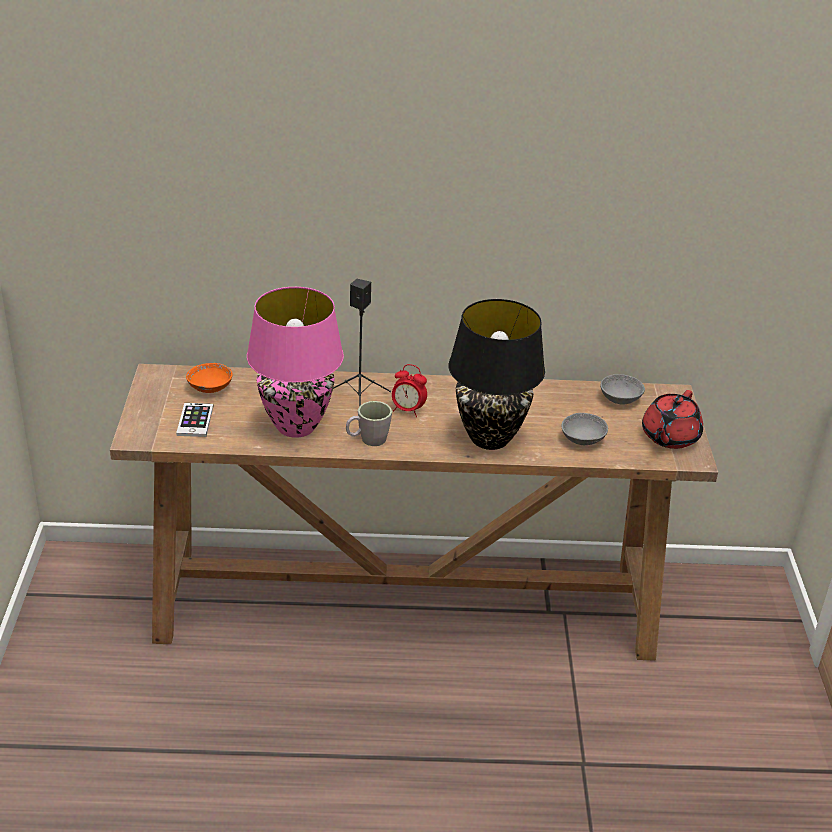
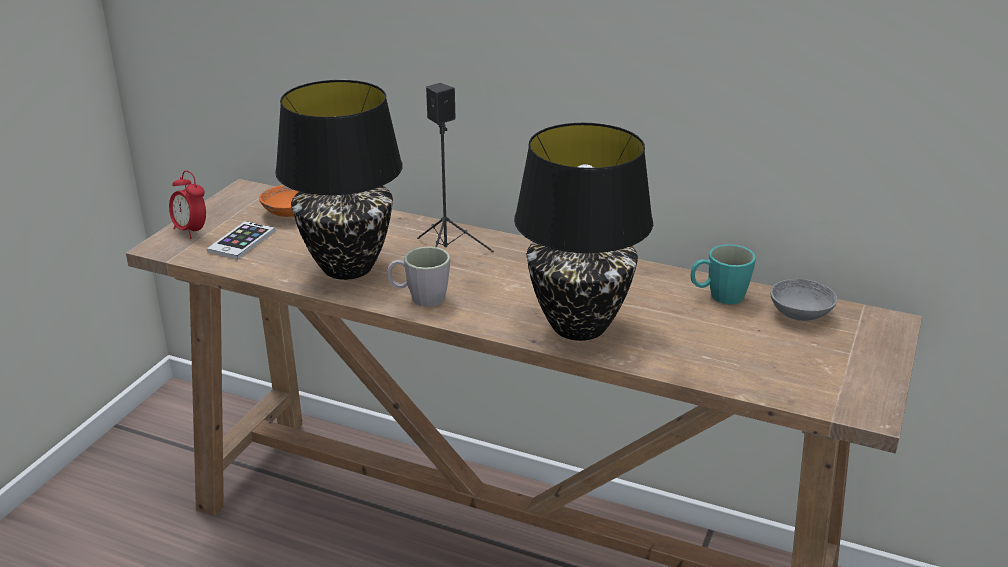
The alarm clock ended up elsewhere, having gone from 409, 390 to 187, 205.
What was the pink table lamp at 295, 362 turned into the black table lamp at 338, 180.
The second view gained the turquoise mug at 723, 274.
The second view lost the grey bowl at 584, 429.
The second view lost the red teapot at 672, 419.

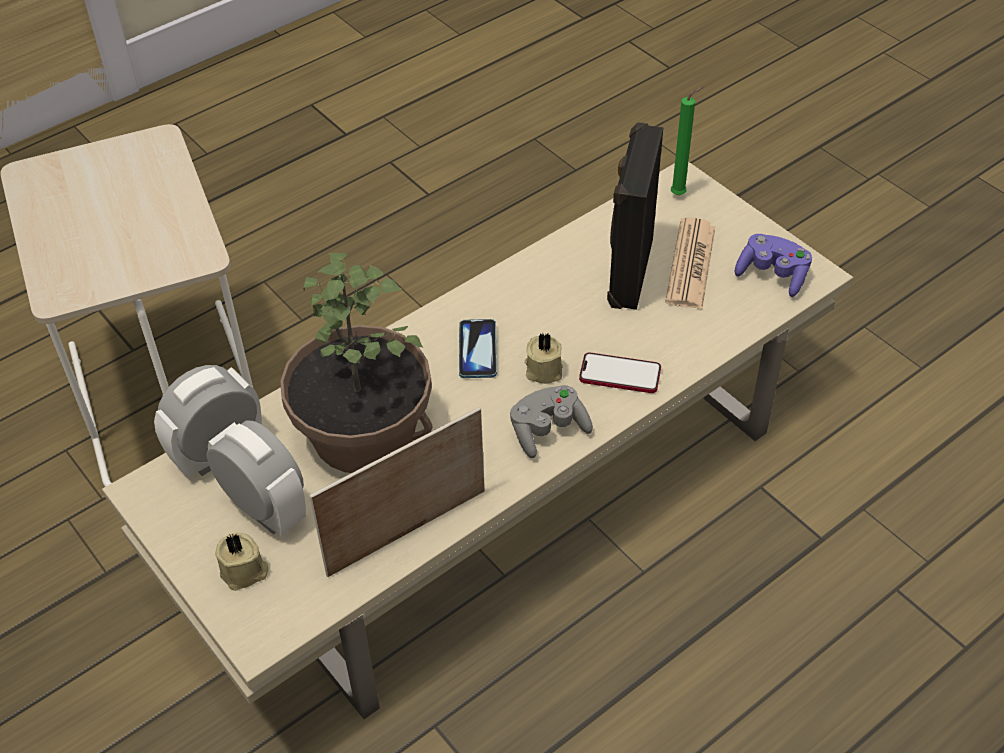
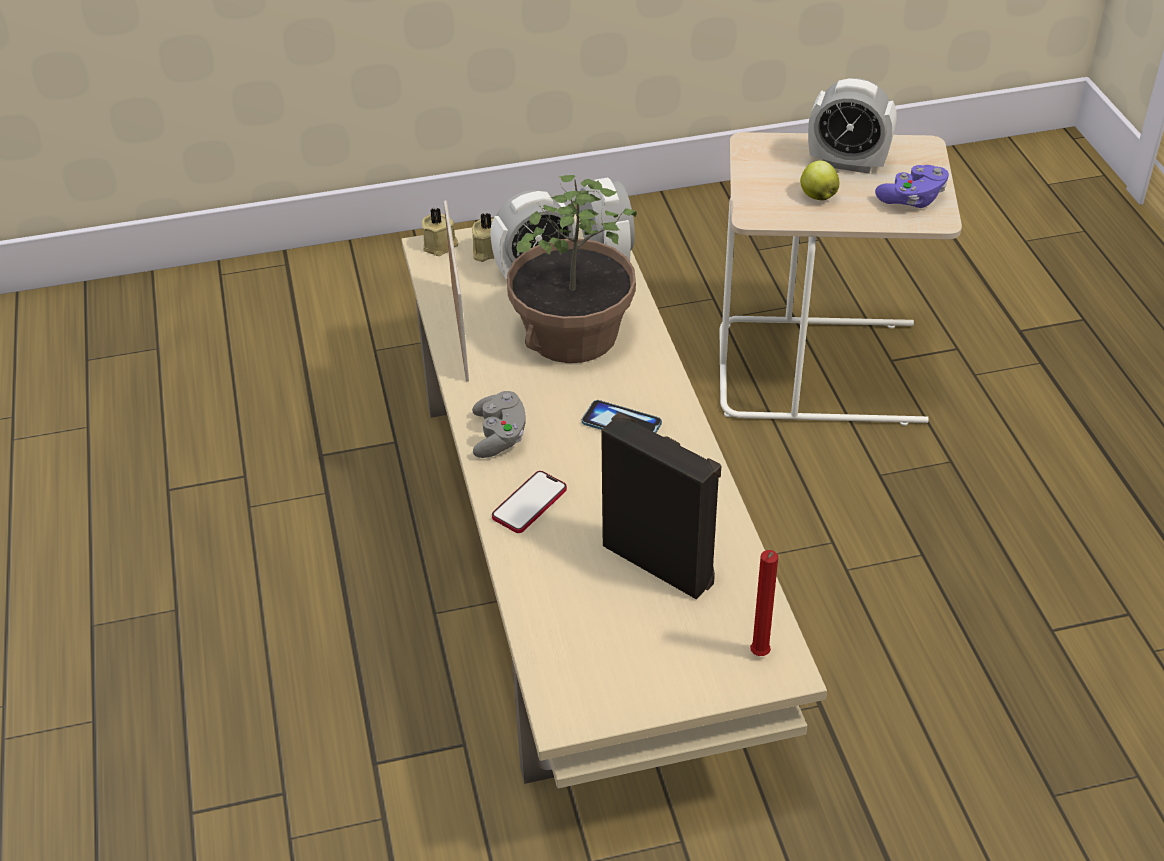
The beige candle ended up elsewhere, having gone from 544, 358 to 439, 232.
What was the green candle at 687, 141 turned into the red candle at 764, 603.
The second view gained the apple at 820, 180.
The second view gained the alarm clock at 852, 126.
The purple game controller ended up elsewhere, having gone from 773, 265 to 912, 186.
The second view lost the newspaper at 690, 263.

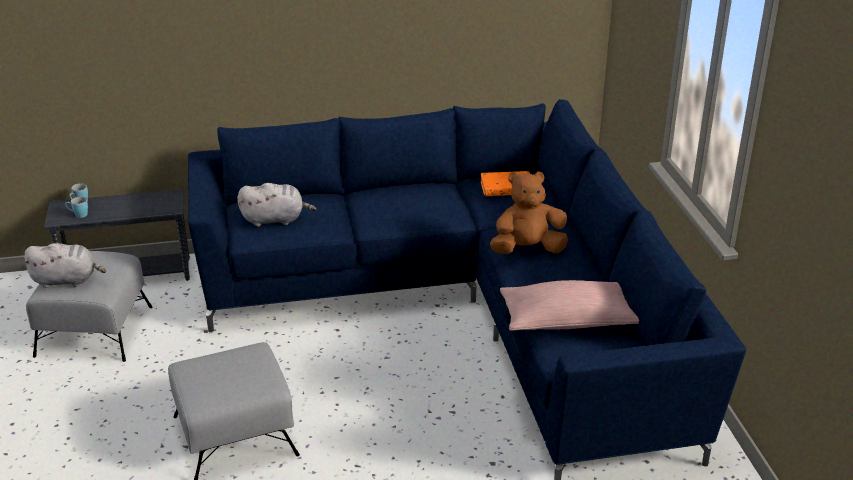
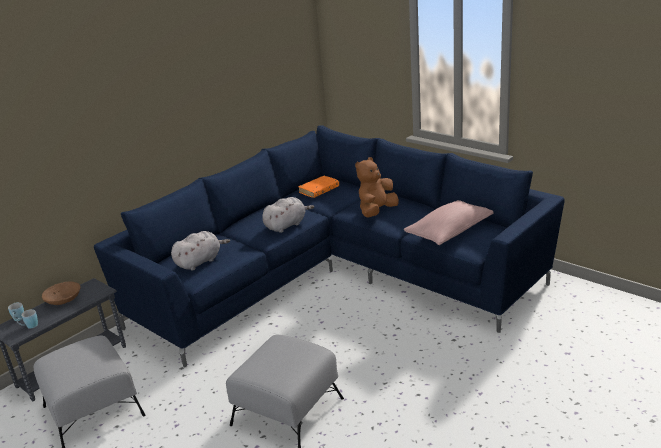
The second view gained the brown bowl at 61, 293.
The grey plush toy ended up elsewhere, having gone from 64, 265 to 288, 215.

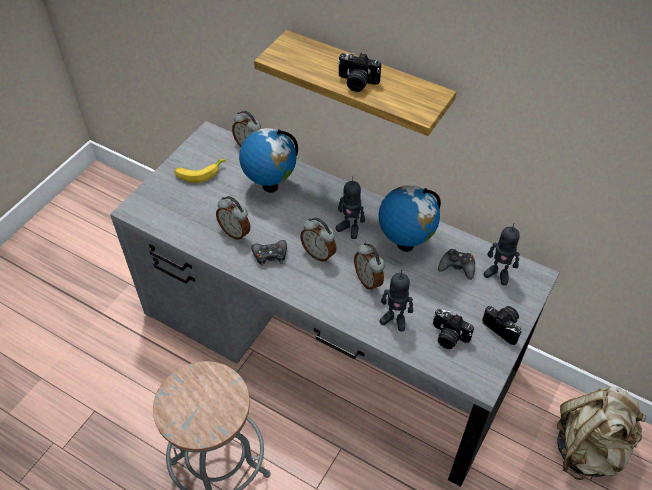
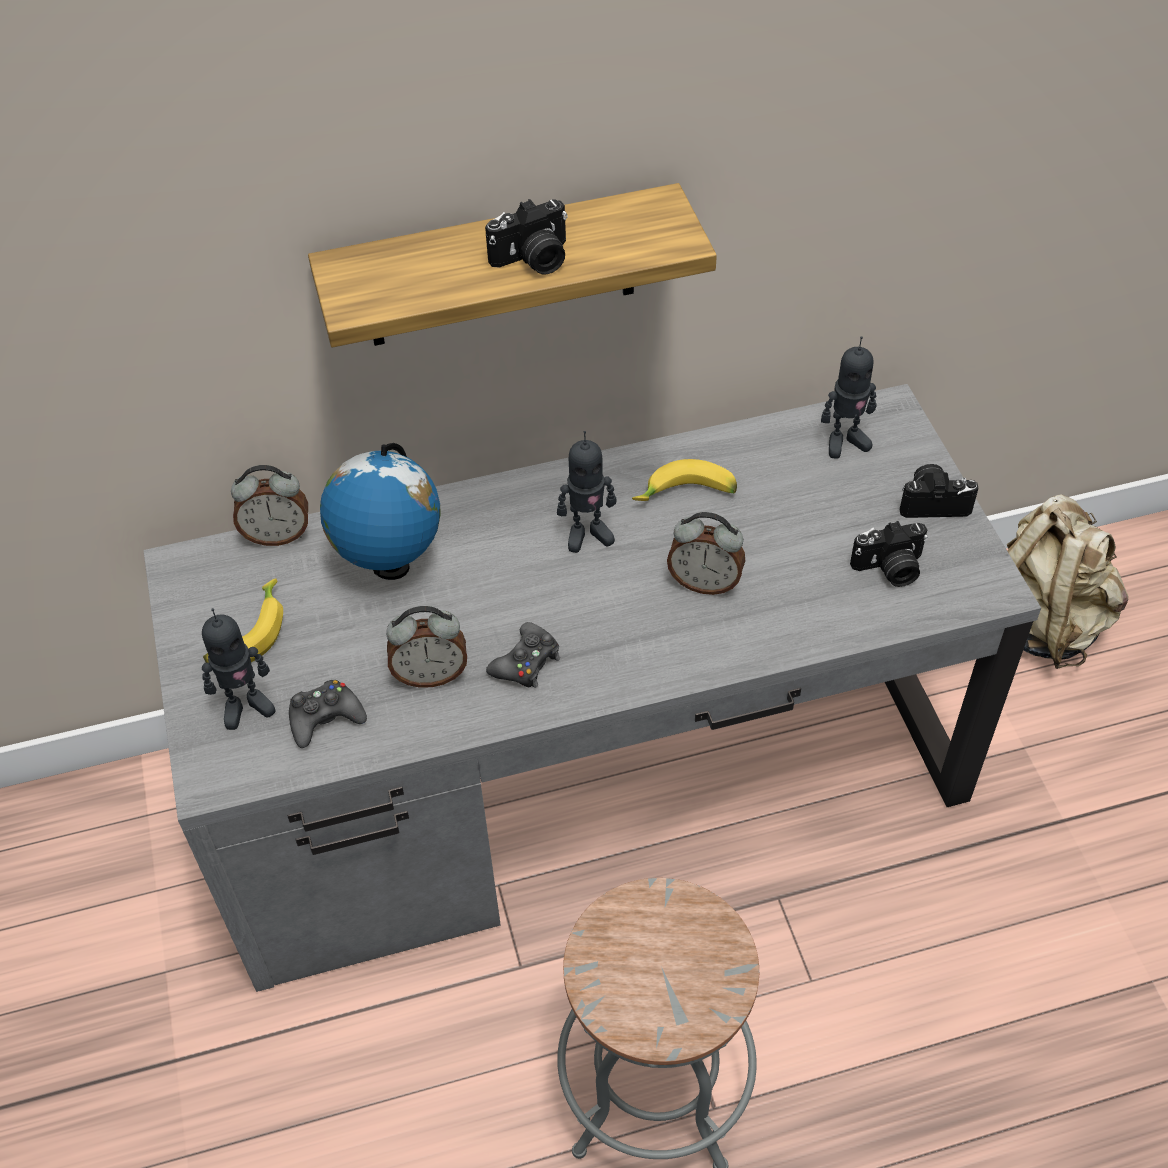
The toy robot ended up elsewhere, having gone from 396, 300 to 238, 669.
The black game controller ended up elsewhere, having gone from 456, 264 to 328, 714.
Where the globe stood at 410, 218, the banana came to stand at 684, 480.
The second view lost the alarm clock at 318, 239.

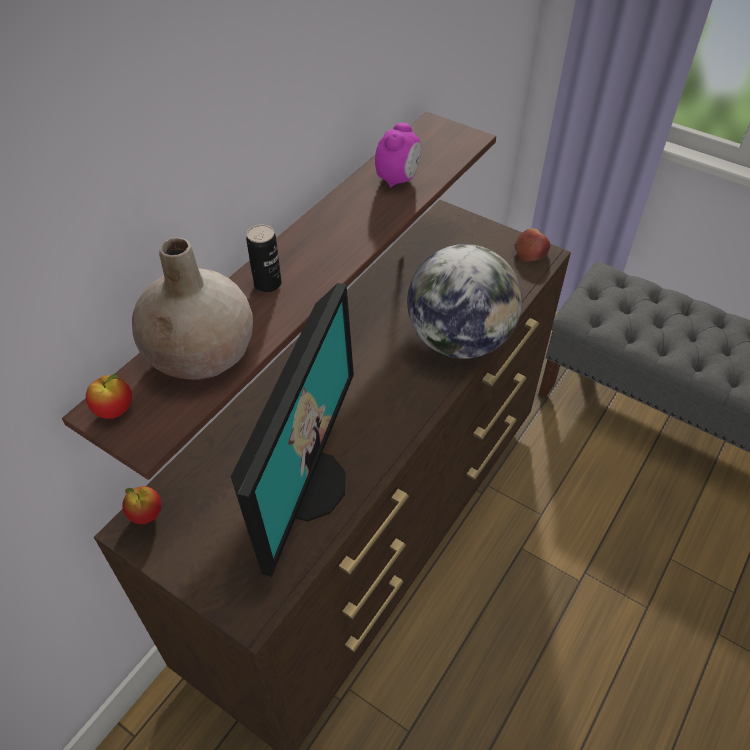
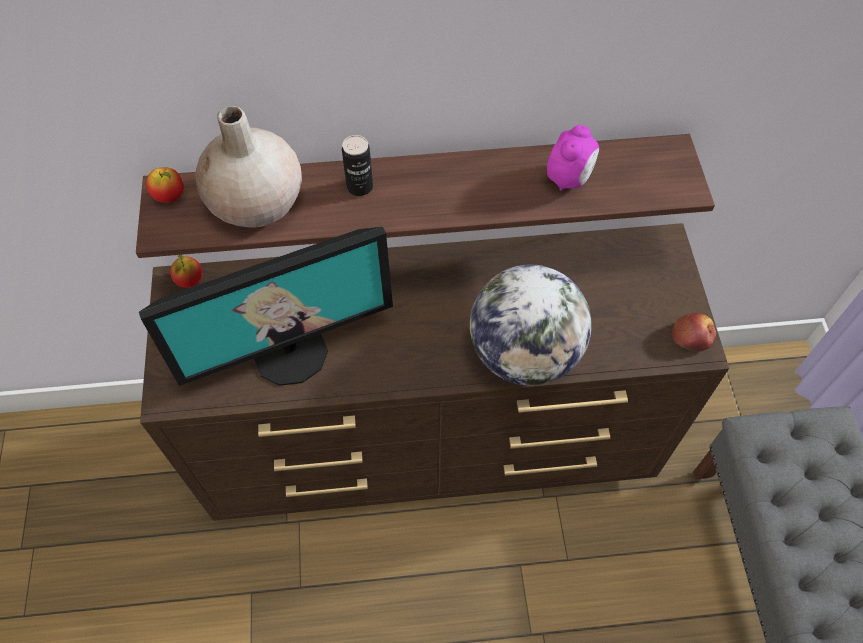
The alarm clock at 398, 155 ended up facing another way, 45 degrees counterclockwise from before.

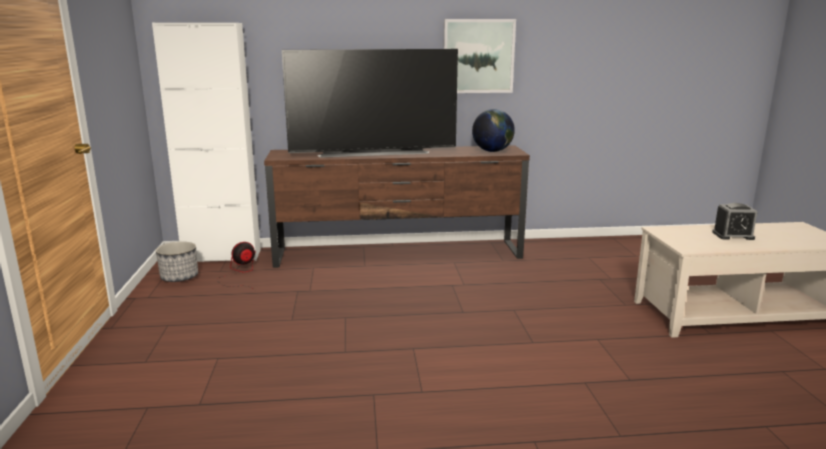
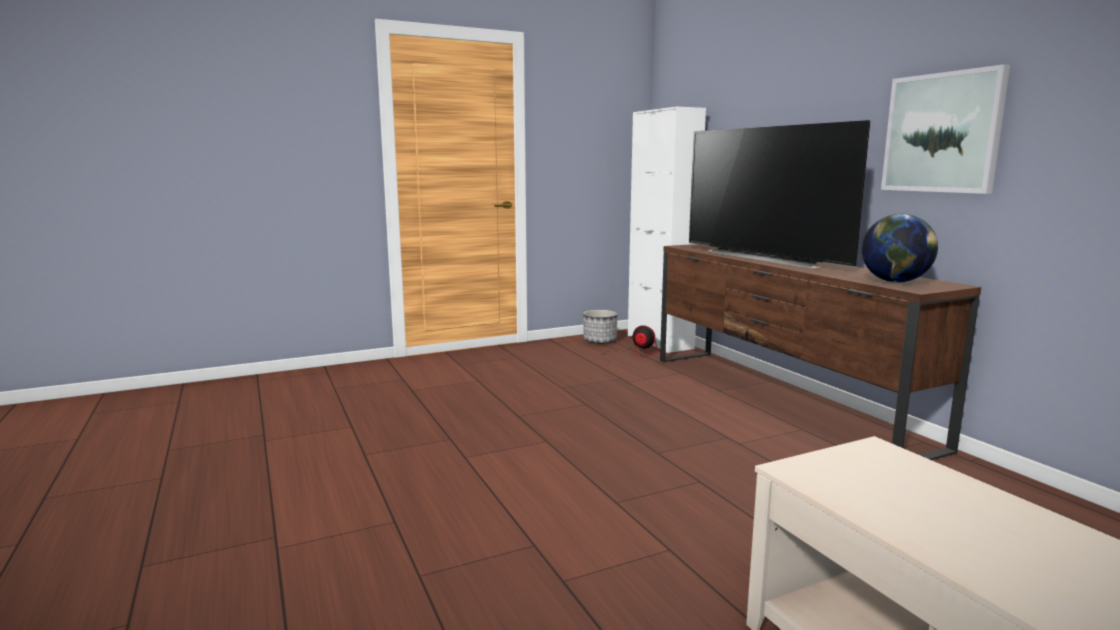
The second view lost the alarm clock at 735, 221.

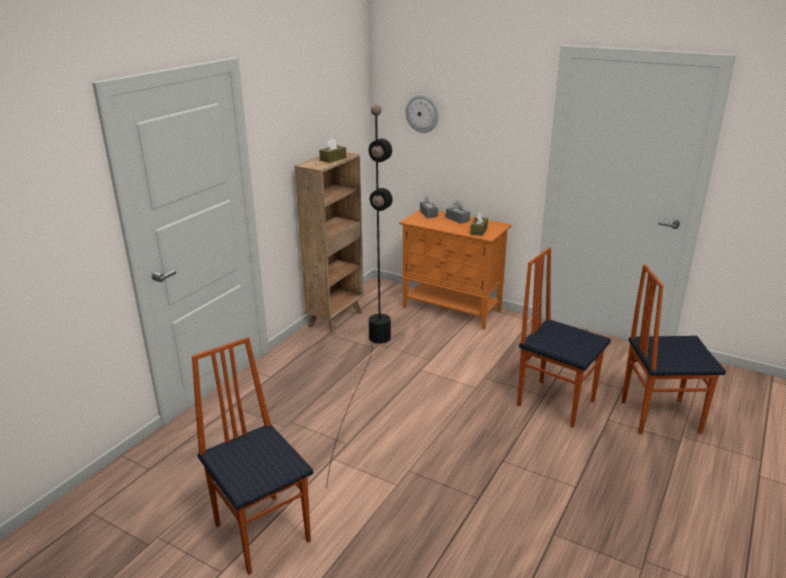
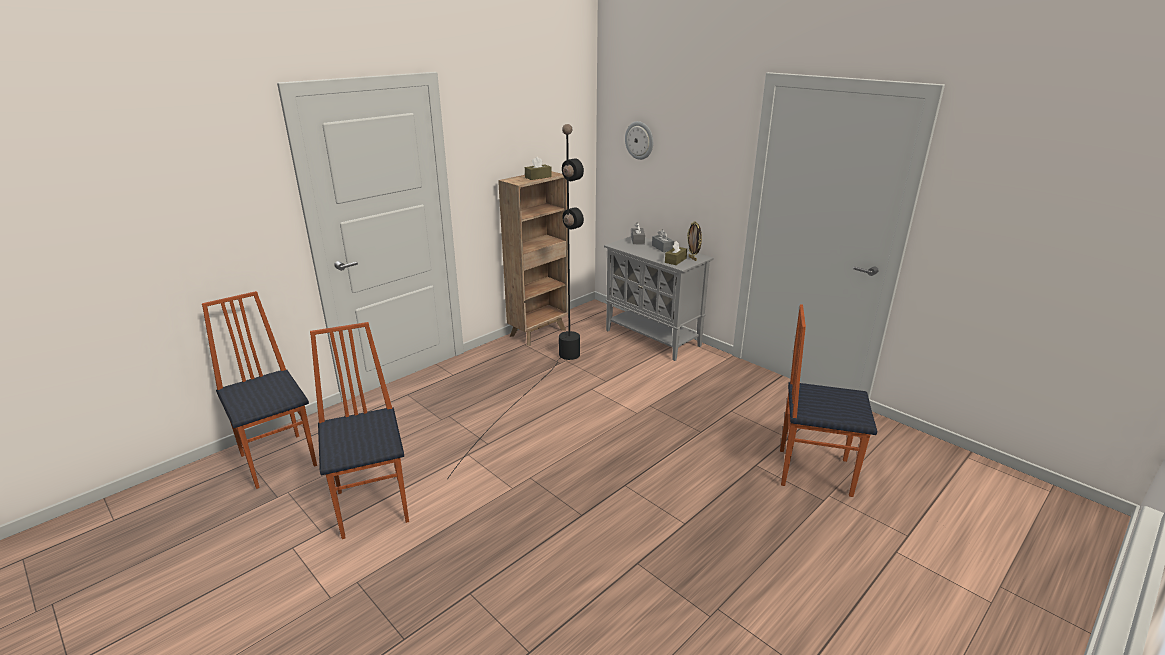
The chair ended up elsewhere, having gone from 564, 338 to 259, 390.
What was the orange cabinet at 455, 270 turned into the grey cabinet at 659, 298.
The second view gained the picture frame at 694, 241.

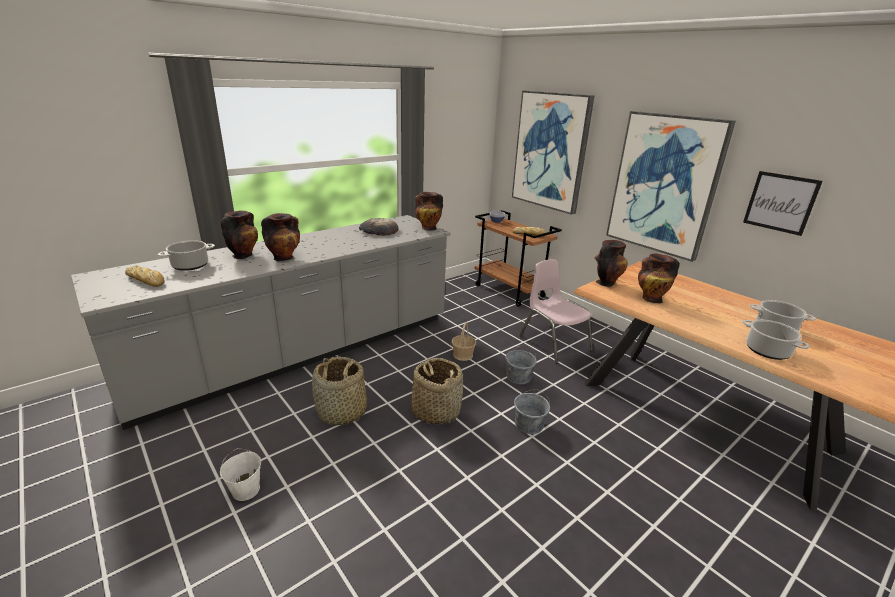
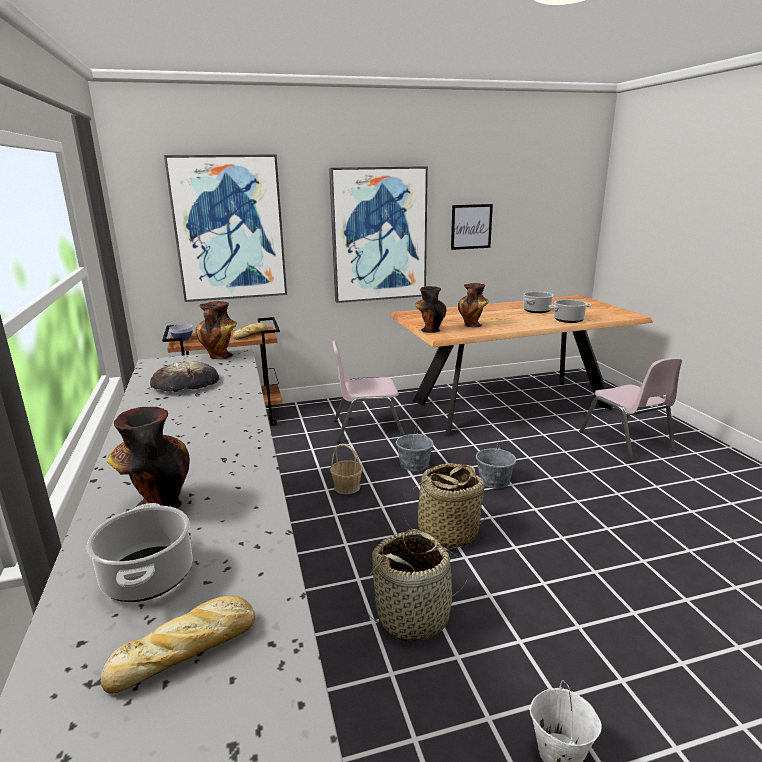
The second view gained the pink chair at 630, 409.
The second view lost the vase at 280, 237.

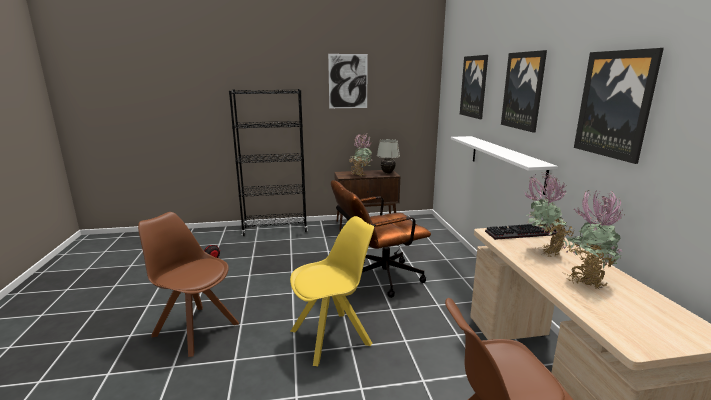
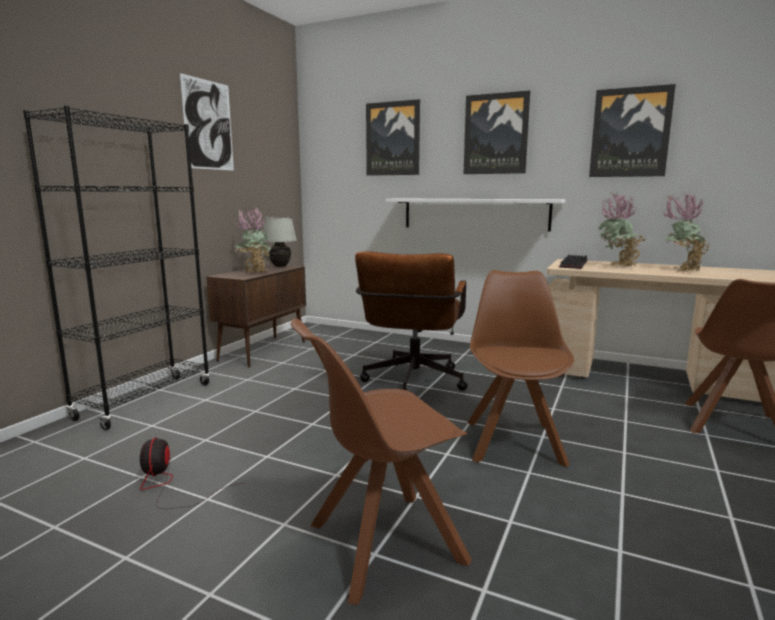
What was the yellow chair at 332, 291 turned into the brown chair at 520, 368.

